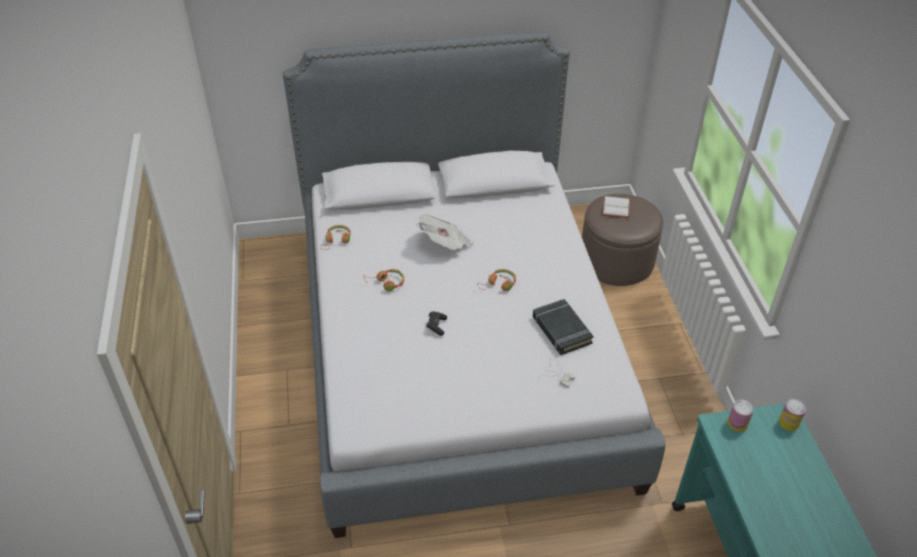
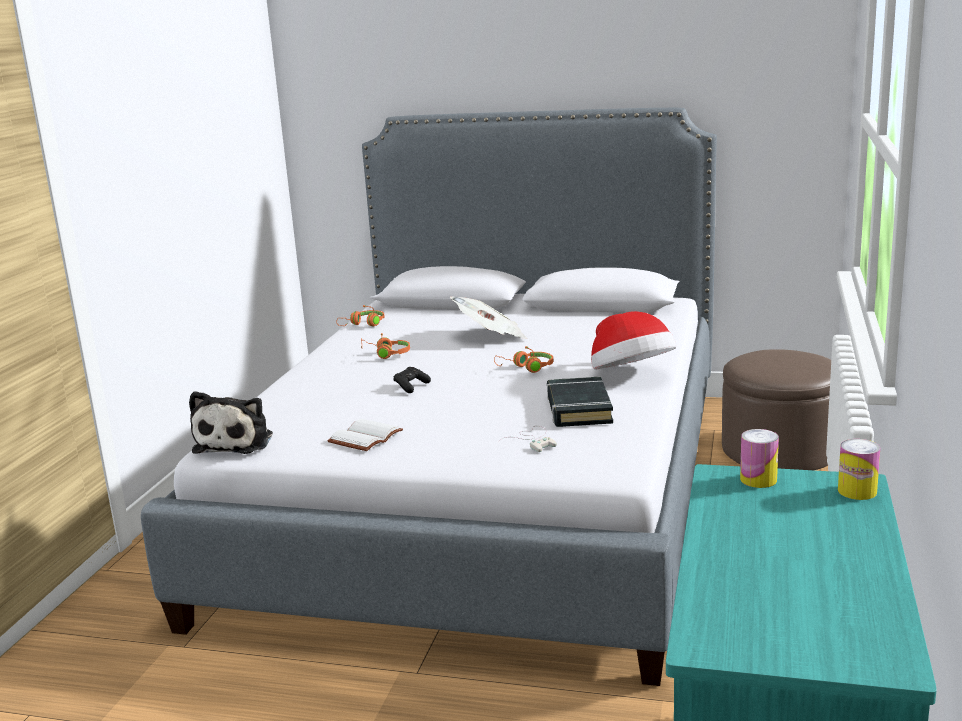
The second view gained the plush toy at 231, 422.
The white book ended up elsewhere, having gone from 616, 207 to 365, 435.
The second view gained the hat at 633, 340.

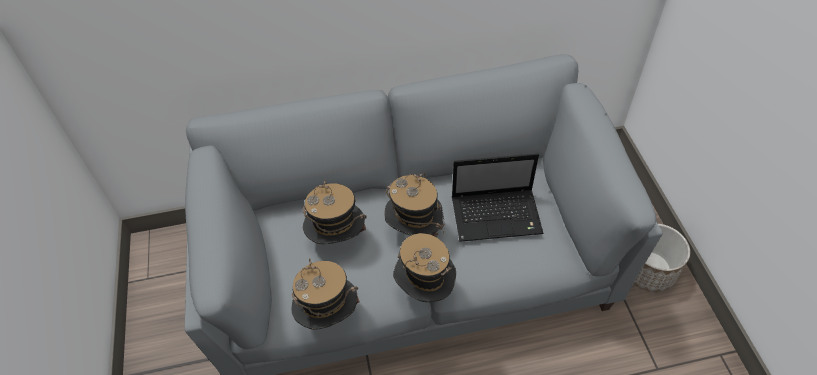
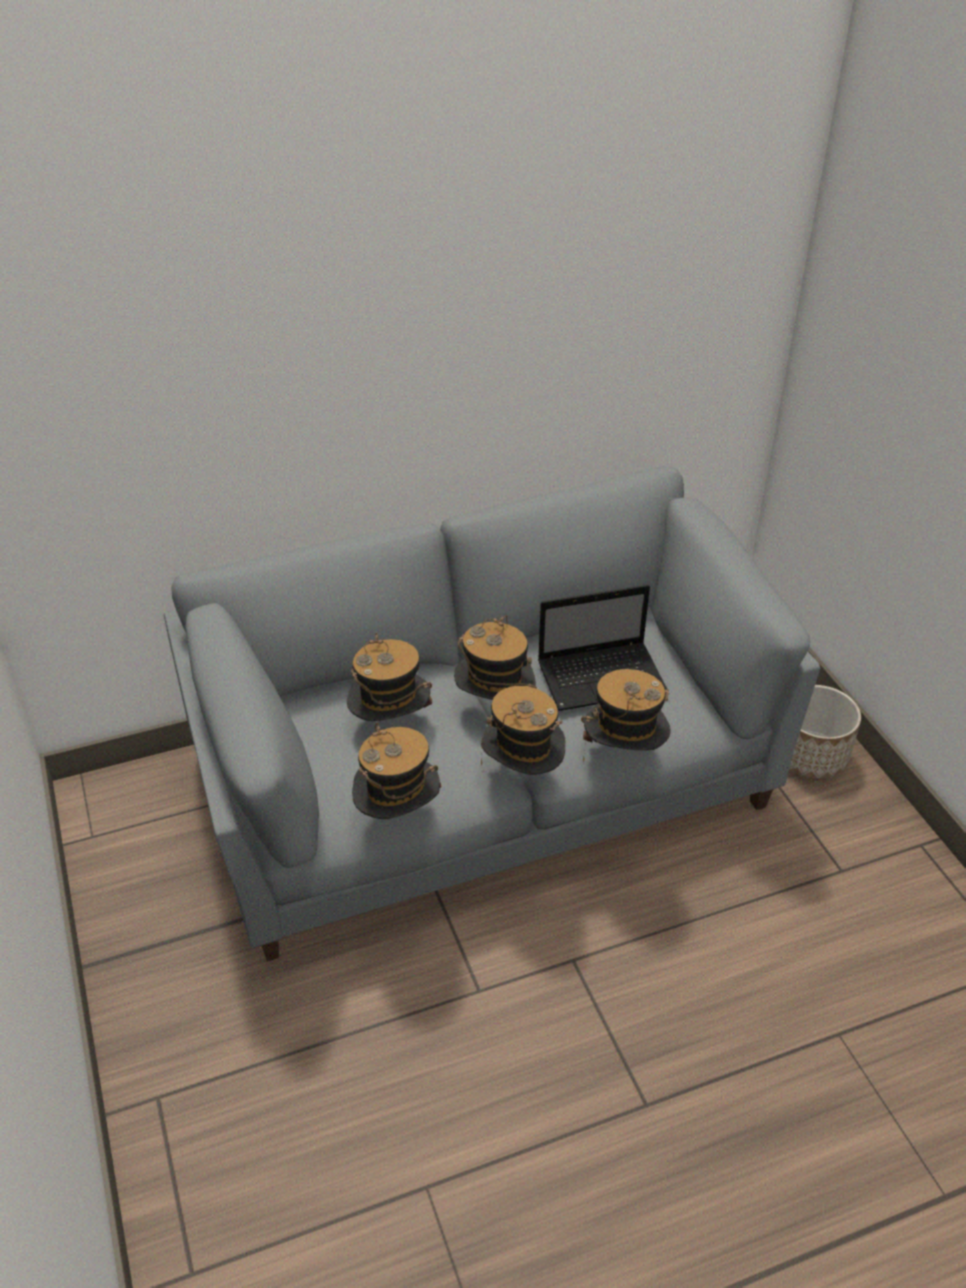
The second view gained the hat at 626, 715.

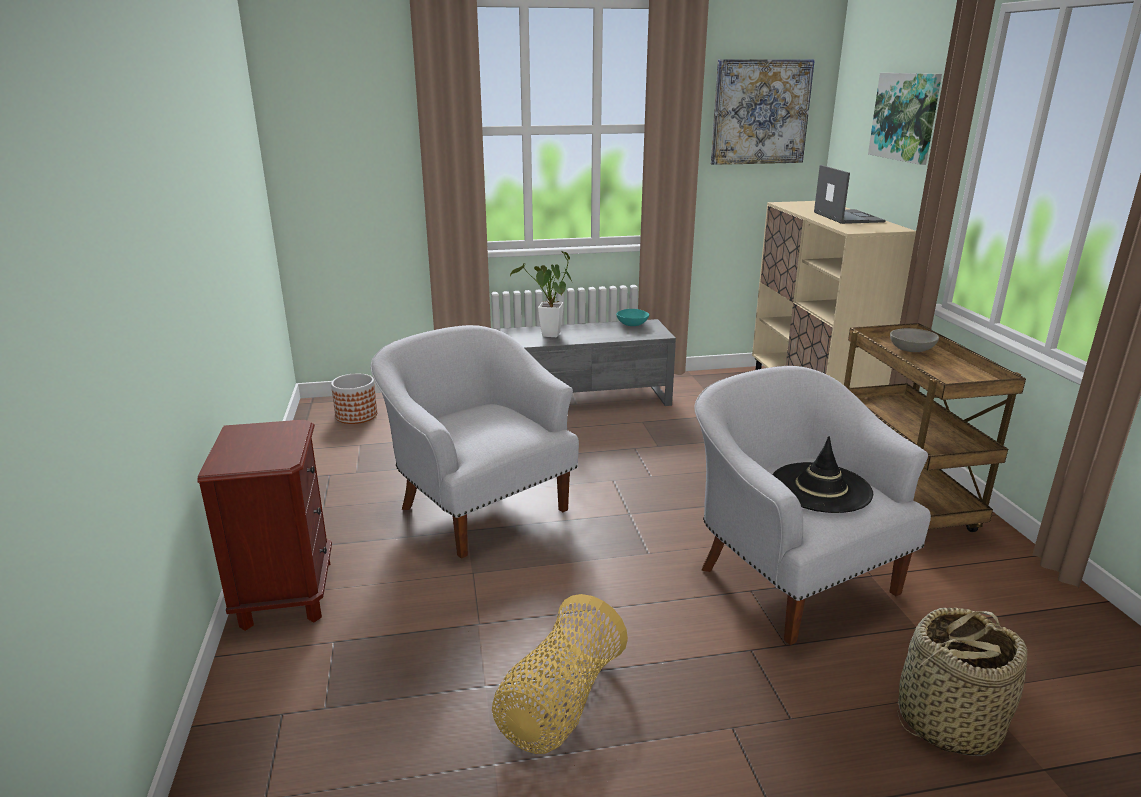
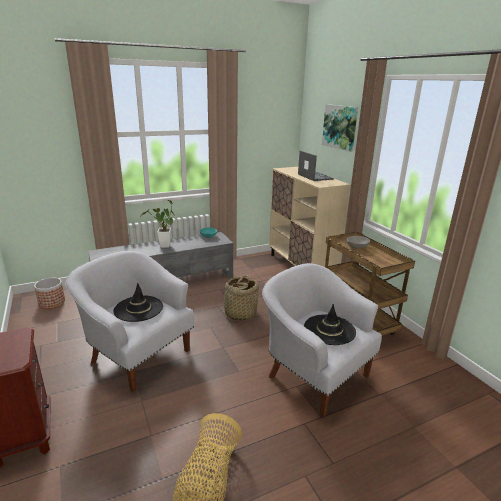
The second view gained the black hat at 138, 302.
The basket ended up elsewhere, having gone from 962, 682 to 239, 298.
The second view lost the picture at 763, 112.

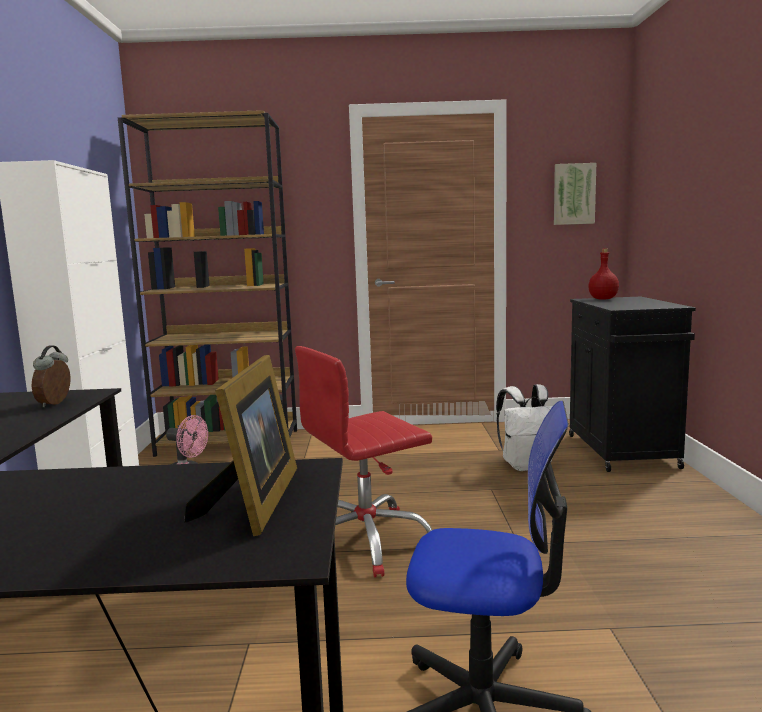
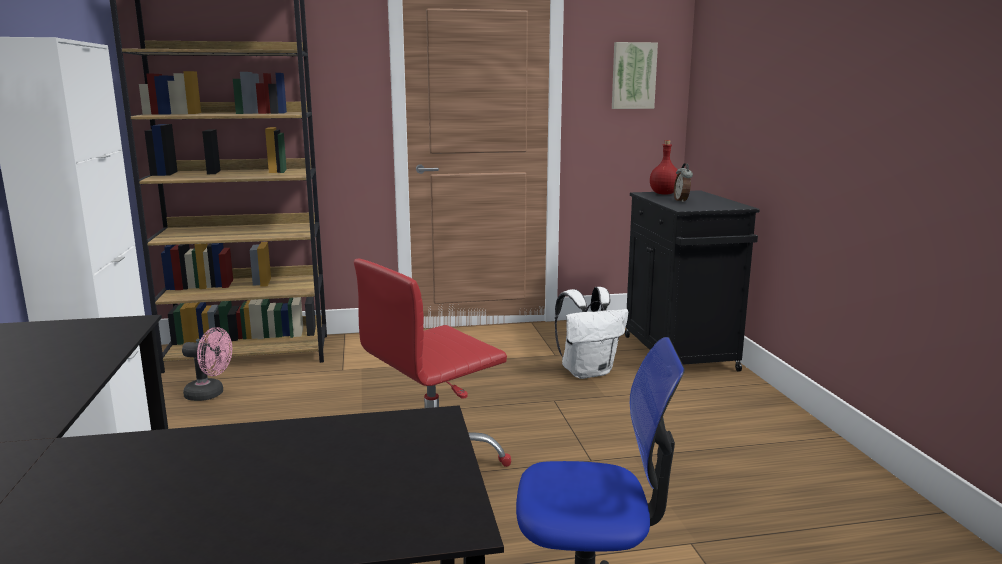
The alarm clock ended up elsewhere, having gone from 51, 376 to 683, 183.
The second view lost the picture frame at 240, 445.

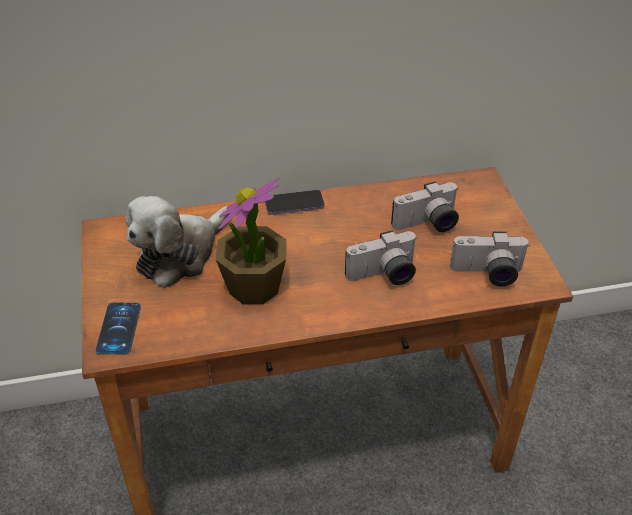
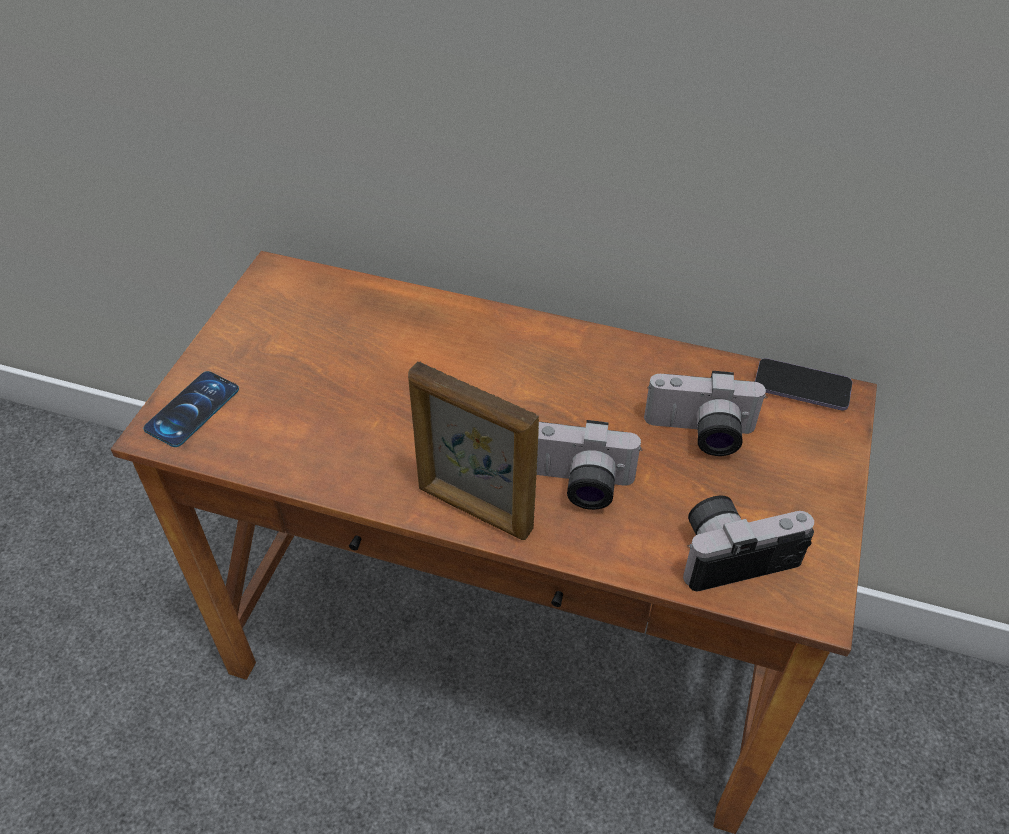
The second view gained the picture frame at 473, 451.
The photo camera at 490, 259 ended up facing another way, 135 degrees clockwise from before.
The phone ended up elsewhere, having gone from 295, 202 to 803, 384.
The second view lost the plush toy at 177, 242.
The second view lost the potted plant at 251, 241.

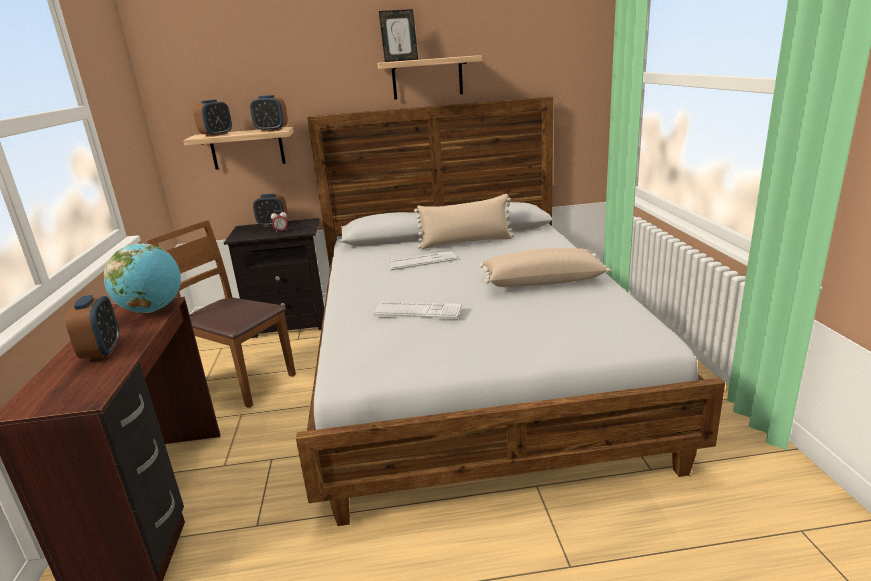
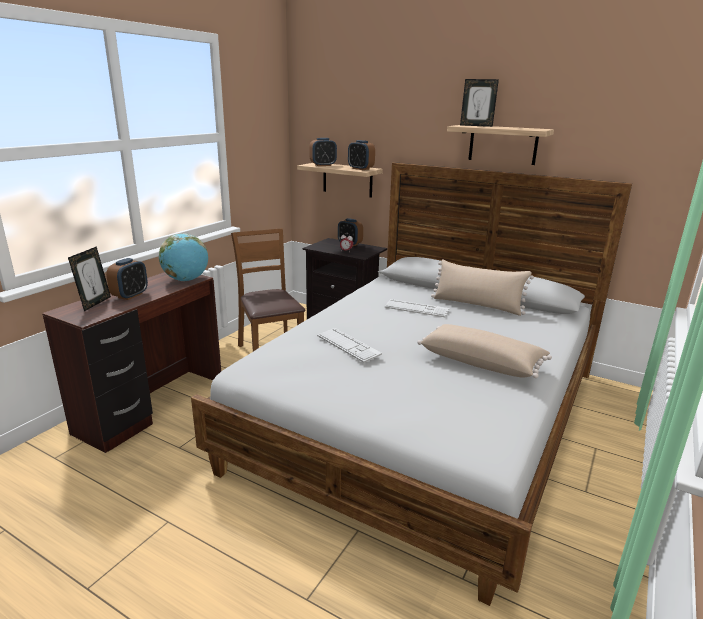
The second view gained the picture frame at 89, 278.

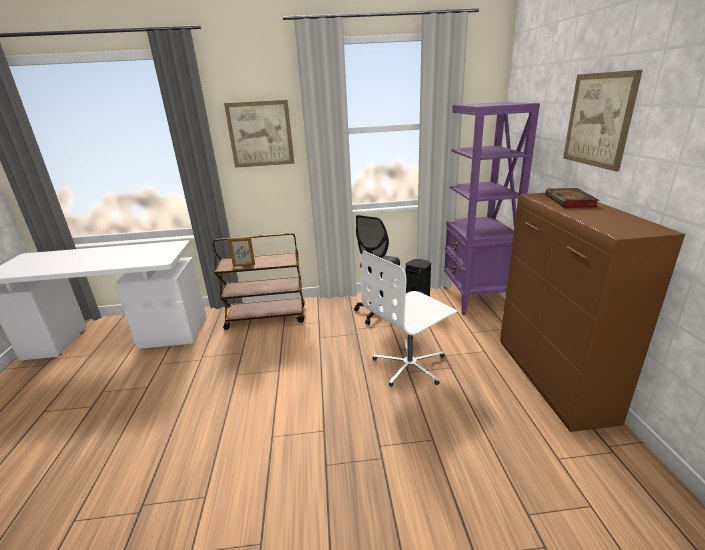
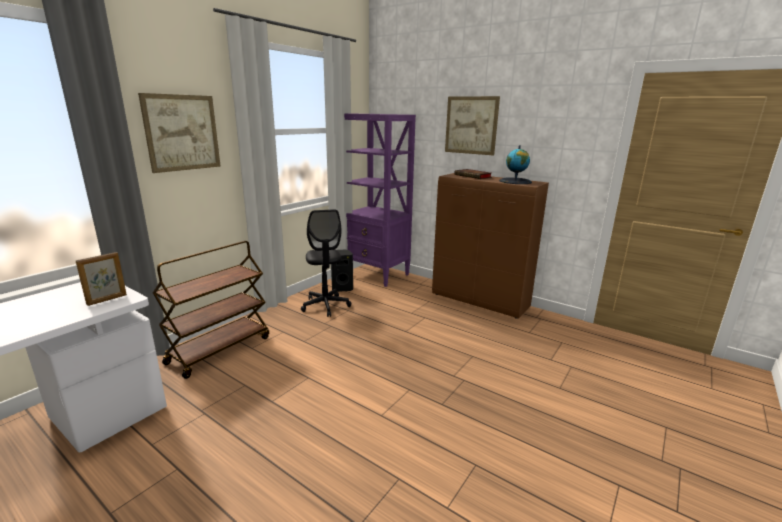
The picture frame ended up elsewhere, having gone from 241, 252 to 101, 279.
The second view gained the globe at 515, 164.
The second view lost the white office chair at 409, 319.

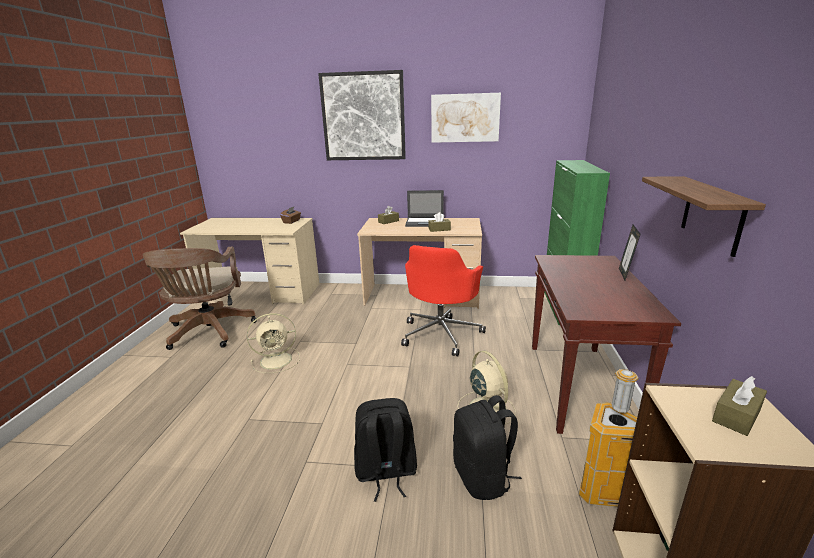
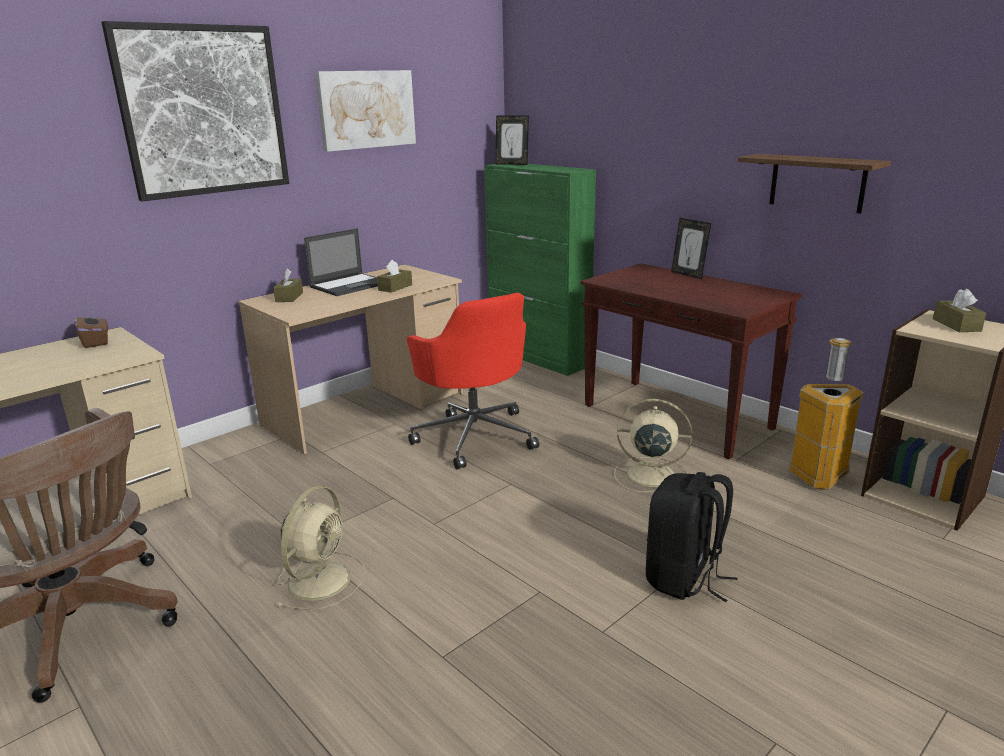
The second view gained the picture frame at 512, 140.
The second view lost the black backpack at 487, 447.

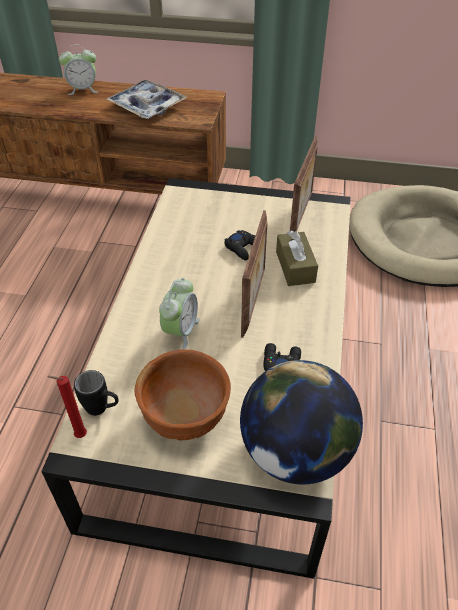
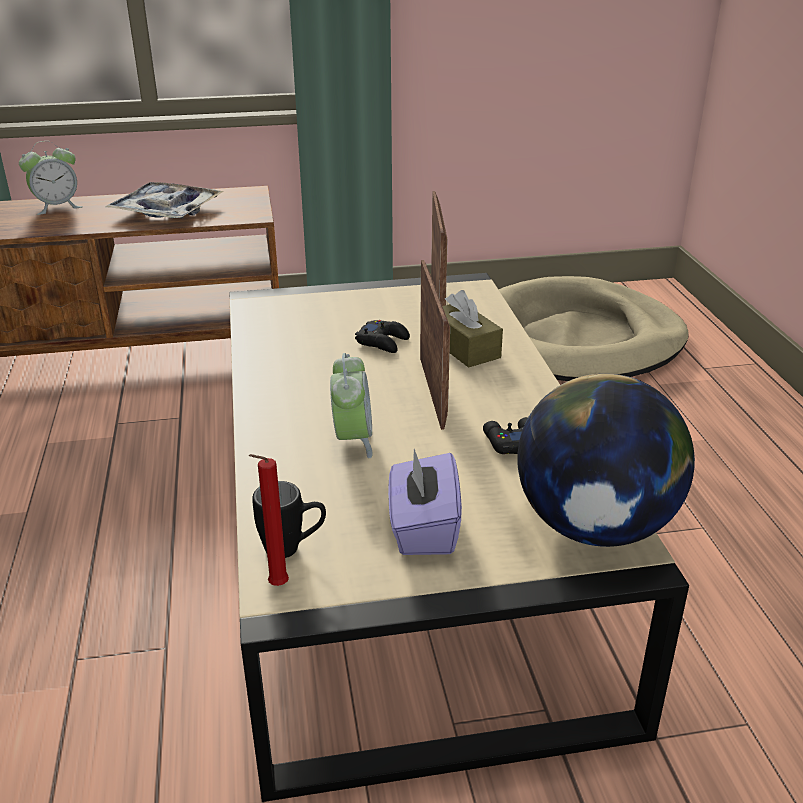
Where the brown bowl stood at 182, 395, the purple tissue box came to stand at 425, 502.

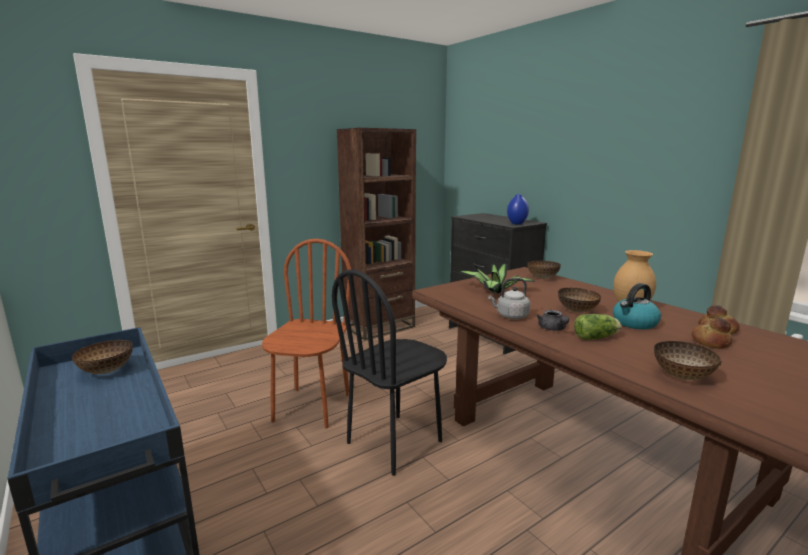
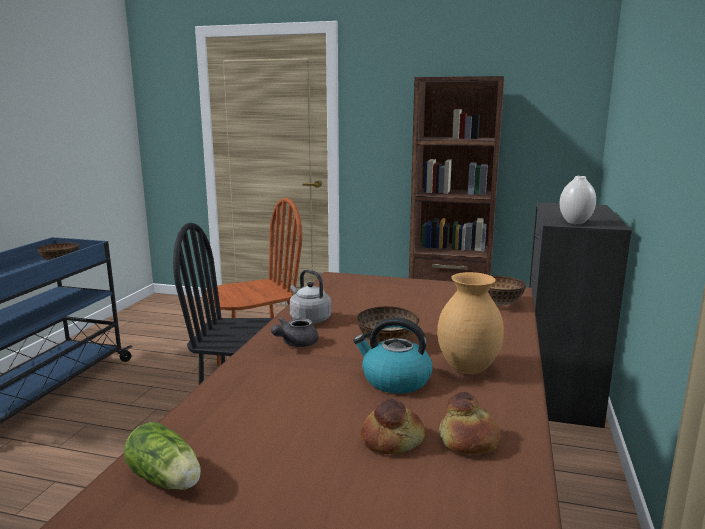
The lettuce ended up elsewhere, having gone from 597, 327 to 162, 456.
What was the blue vase at 518, 209 turned into the white vase at 577, 200.
The second view lost the potted plant at 497, 279.
The second view lost the bowl at 688, 360.

